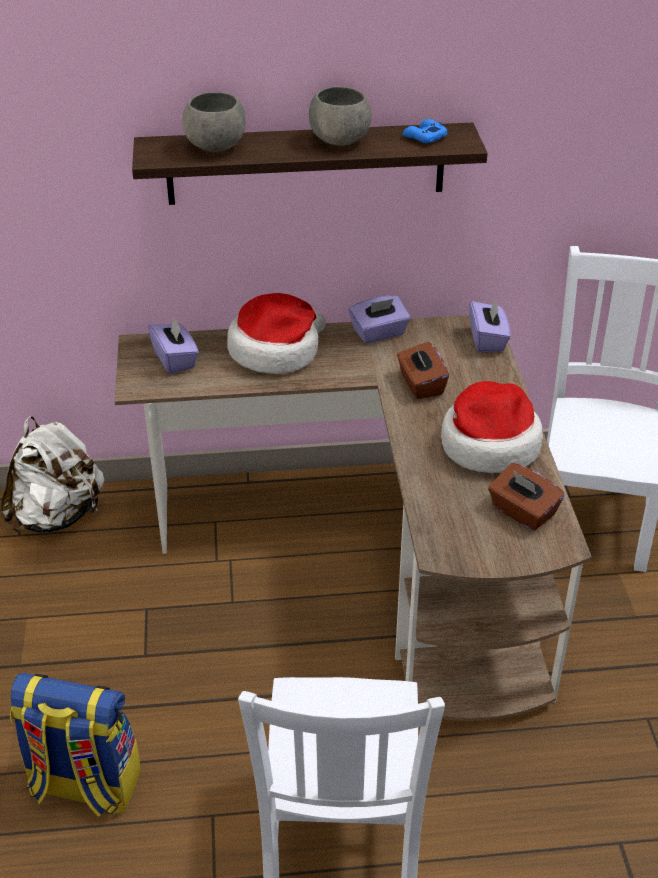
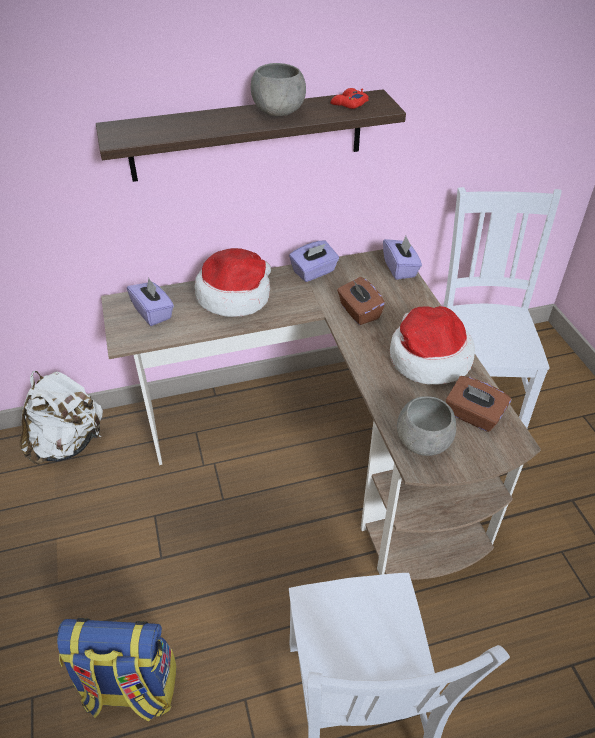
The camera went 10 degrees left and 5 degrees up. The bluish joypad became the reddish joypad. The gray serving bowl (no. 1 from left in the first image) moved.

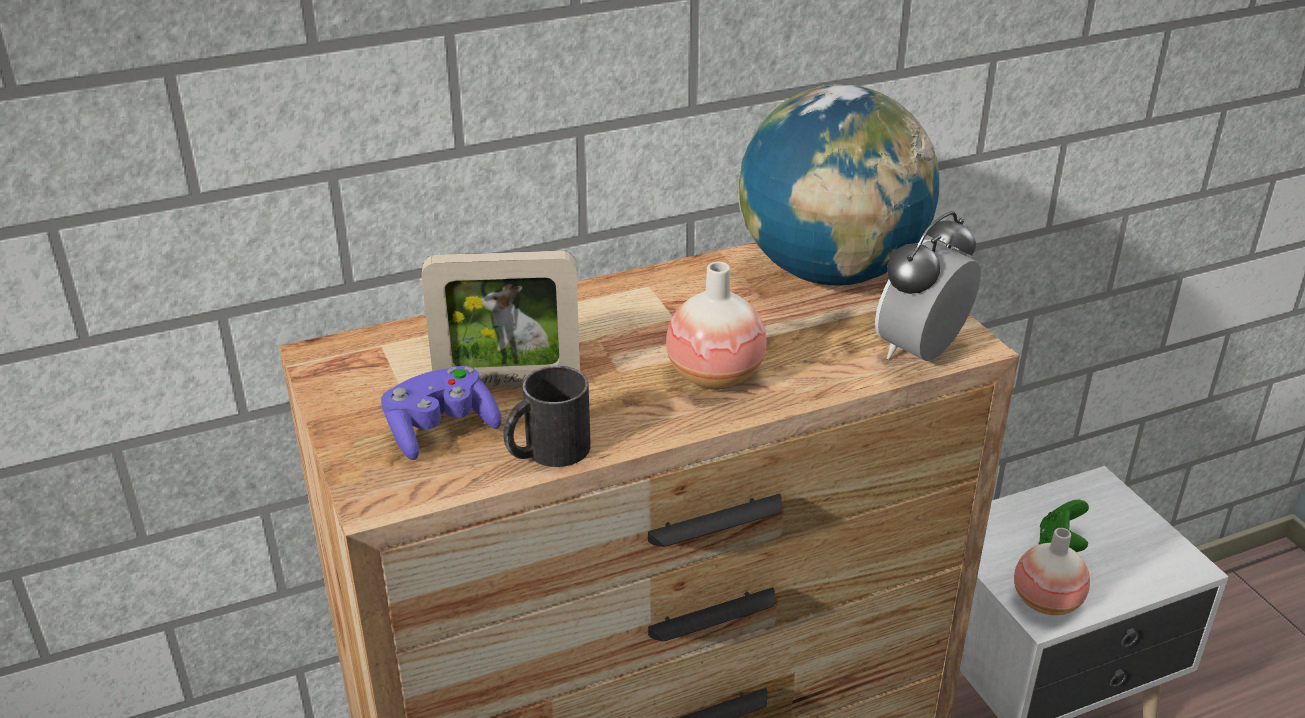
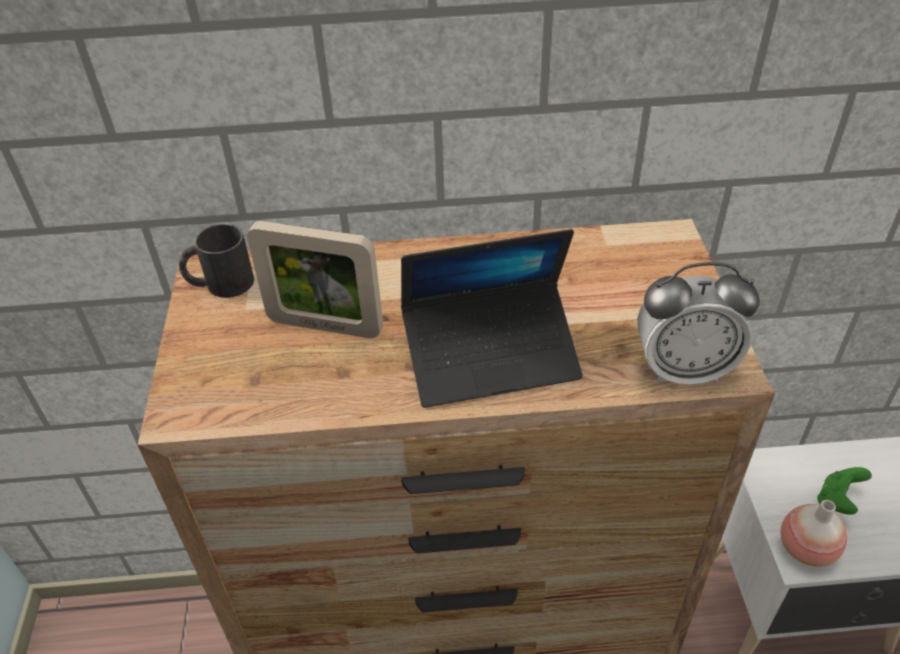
The camera went 20 degrees right and 10 degrees up. The black tea mug moved. The vase (no. 1 from left) was replaced by the laptop. The bedside clock turned 150 degrees counterclockwise. The purple joypad disappeared. The desk globe disappeared.

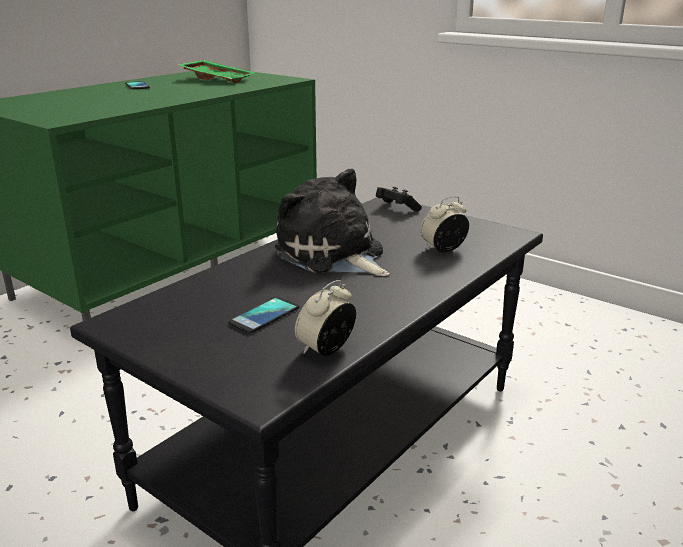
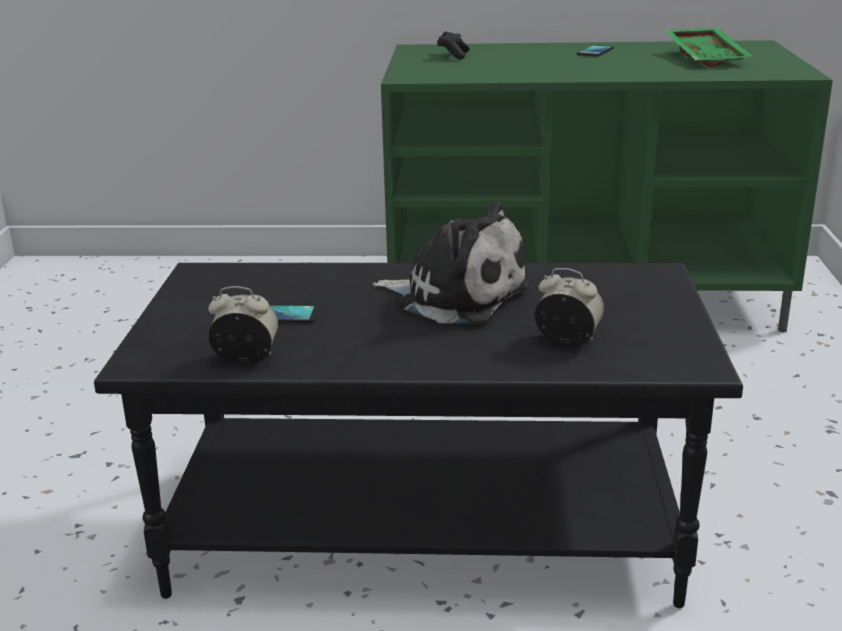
The camera went 55 degrees right and 0 degrees up. The soft toy turned 105 degrees clockwise. The black joypad moved.

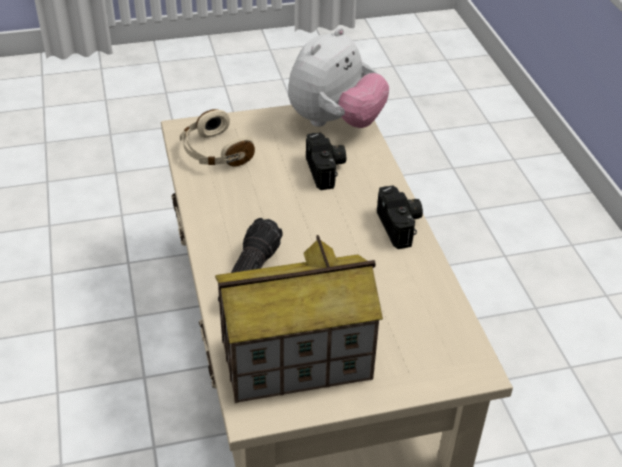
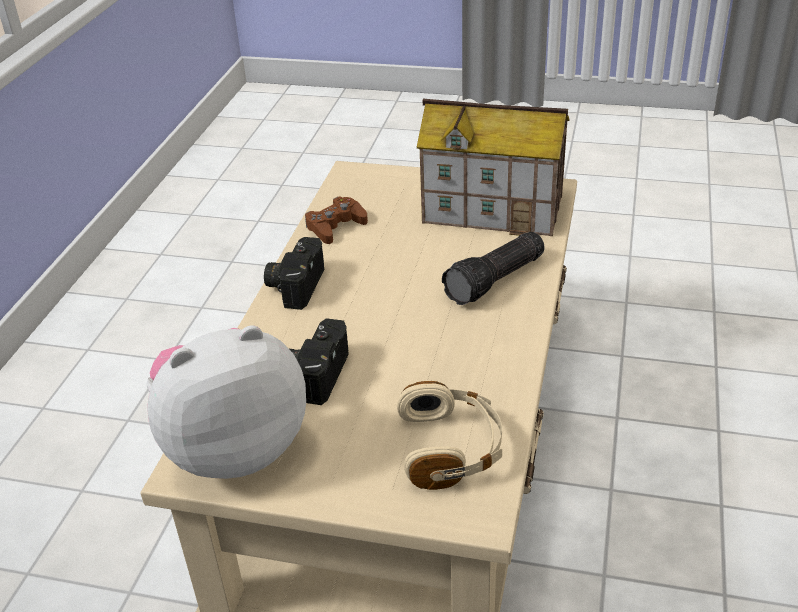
The camera went 150 degrees left and 5 degrees down. The brownish joypad appeared.

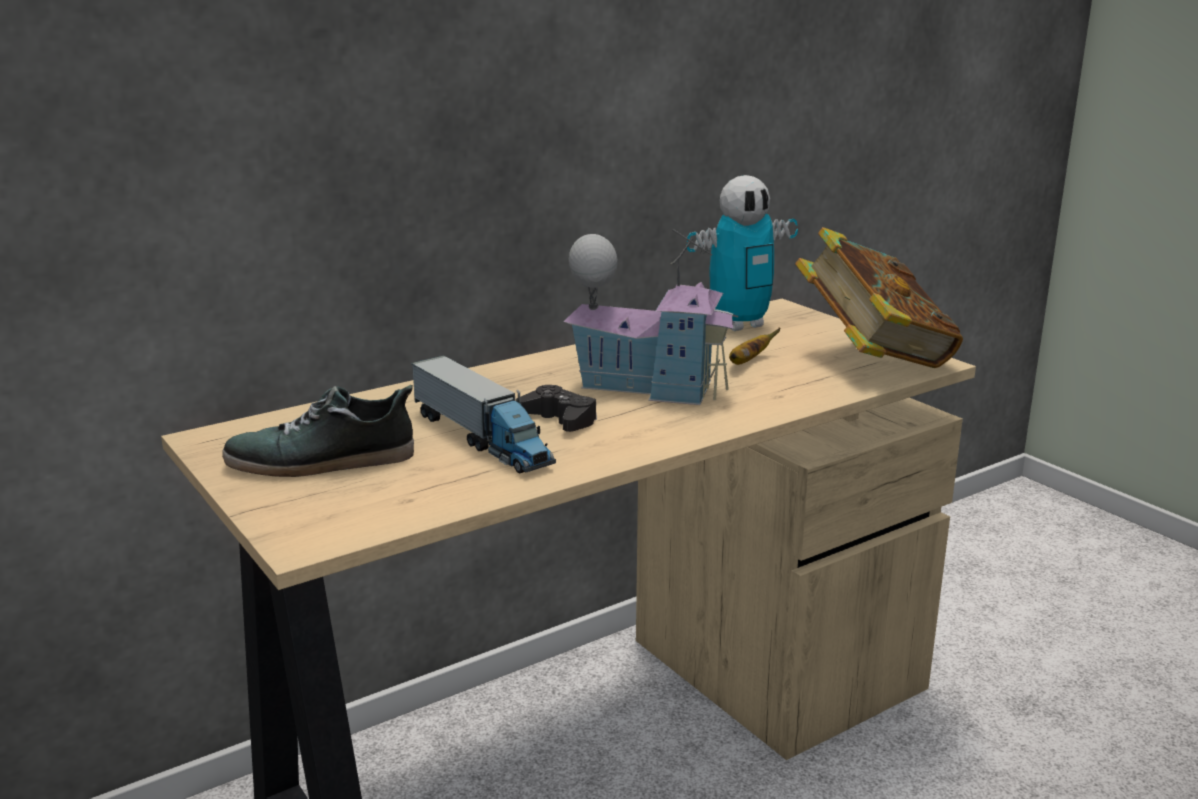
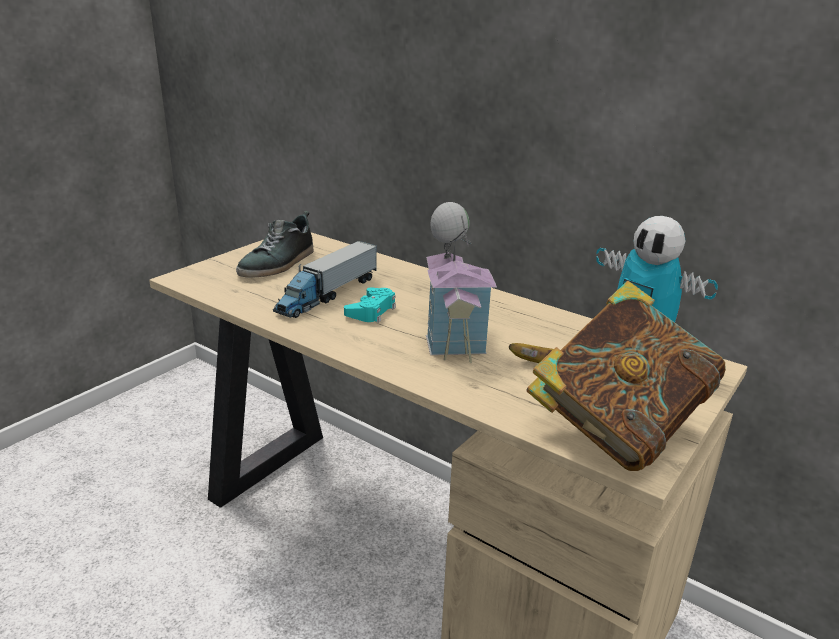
The camera went 70 degrees right and 5 degrees up. The item of footwear turned 120 degrees counterclockwise. The black joypad became the blue-green joypad.

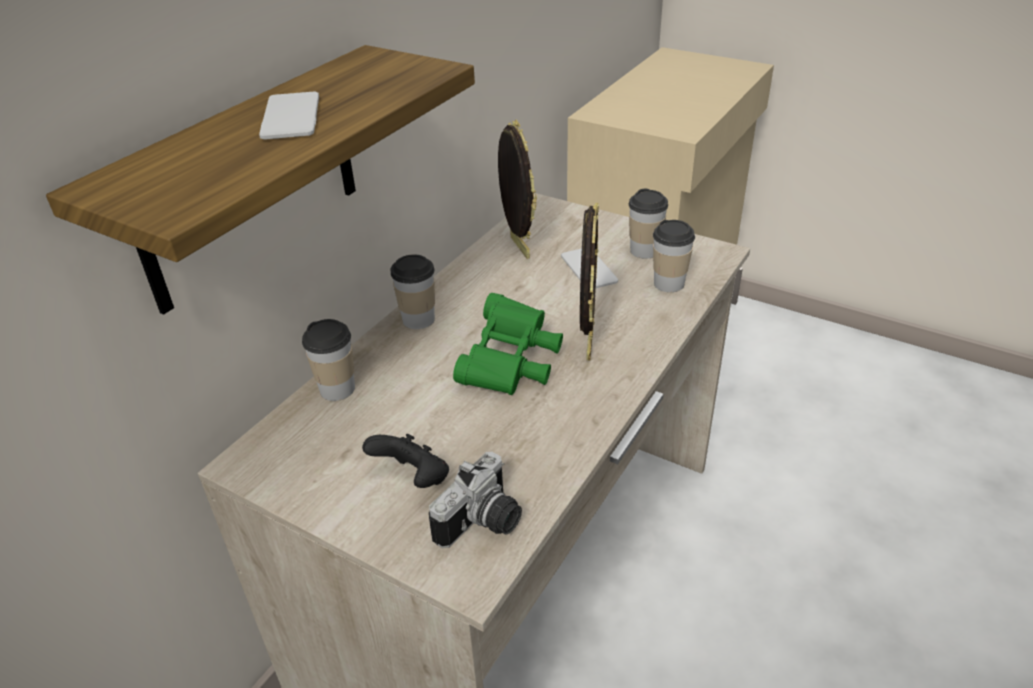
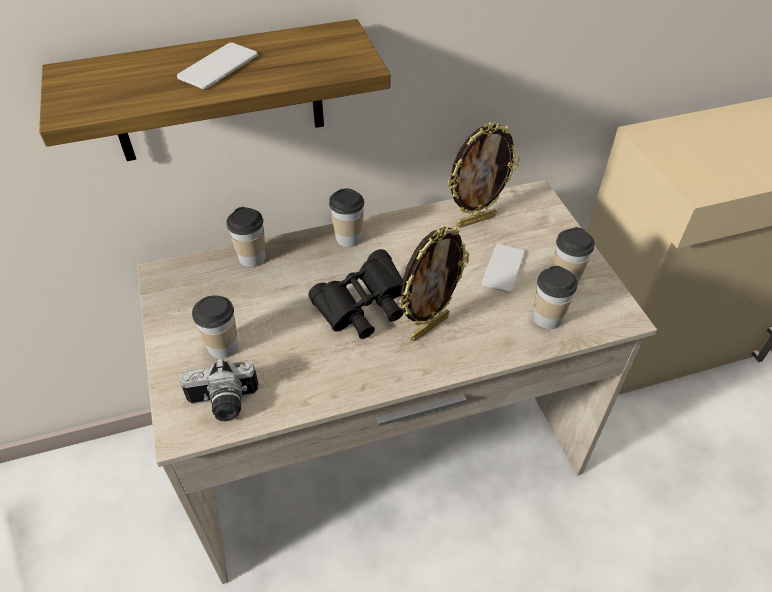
The camera went 40 degrees right and 10 degrees up. The black joypad was replaced by the small cup (no. 1 from left). The greenish pair of binoculars became the black pair of binoculars. The photo frame (no. 1 from left in the first image) turned 45 degrees clockwise.

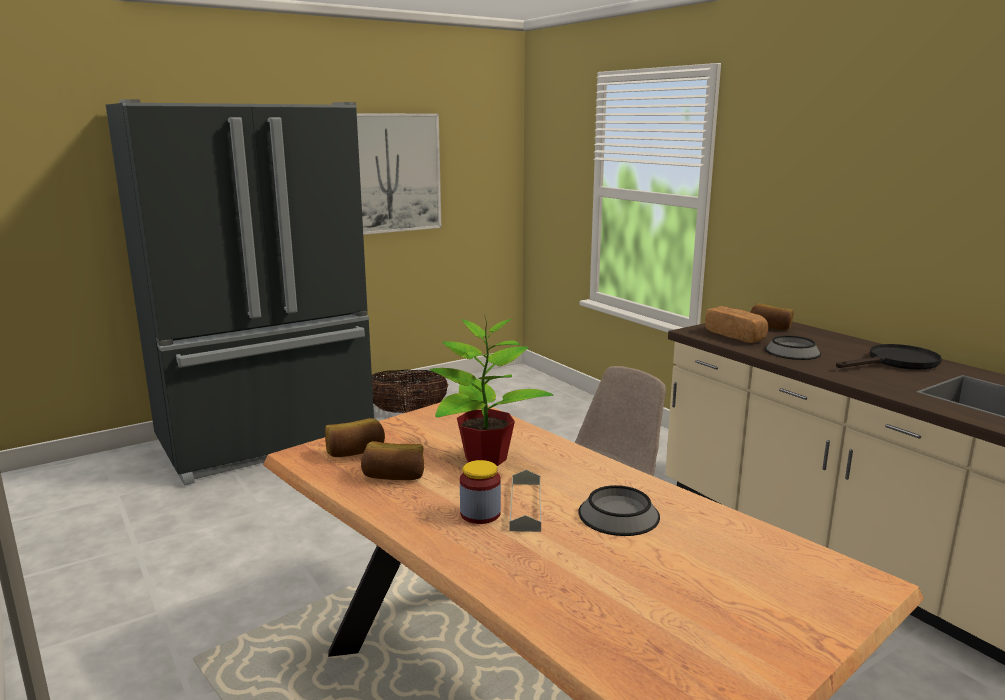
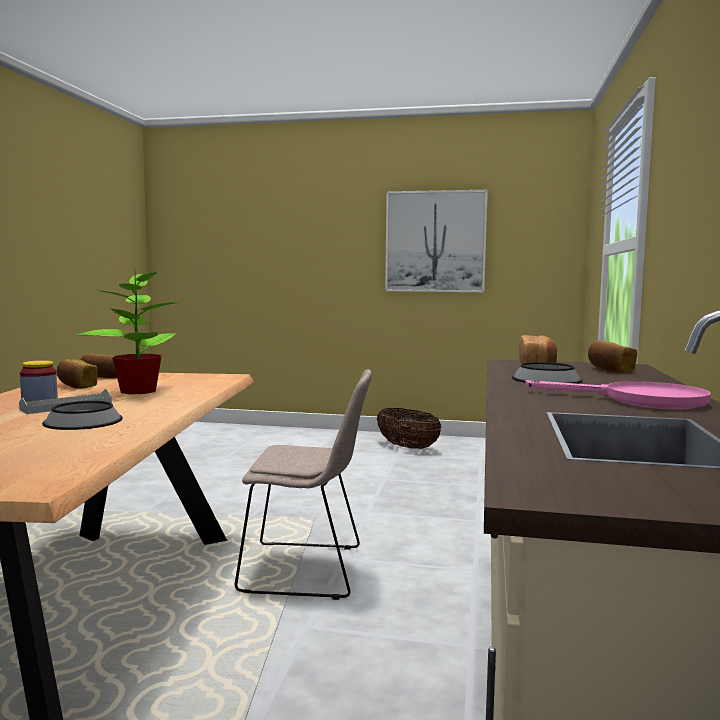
The camera went 45 degrees right and 10 degrees down. The black frying pan became the pink frying pan. The black refrigerator disappeared.

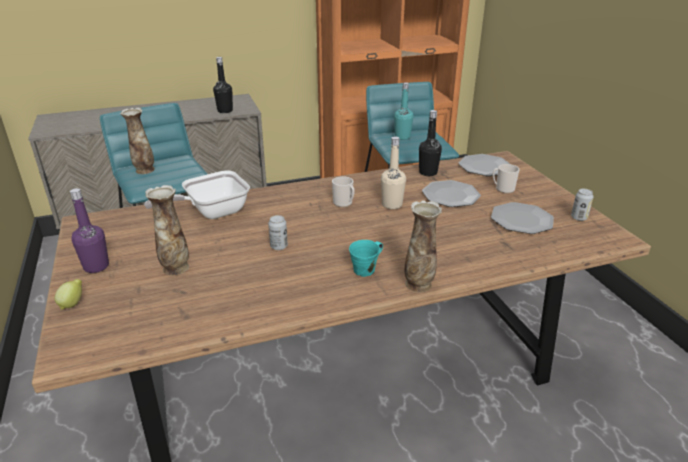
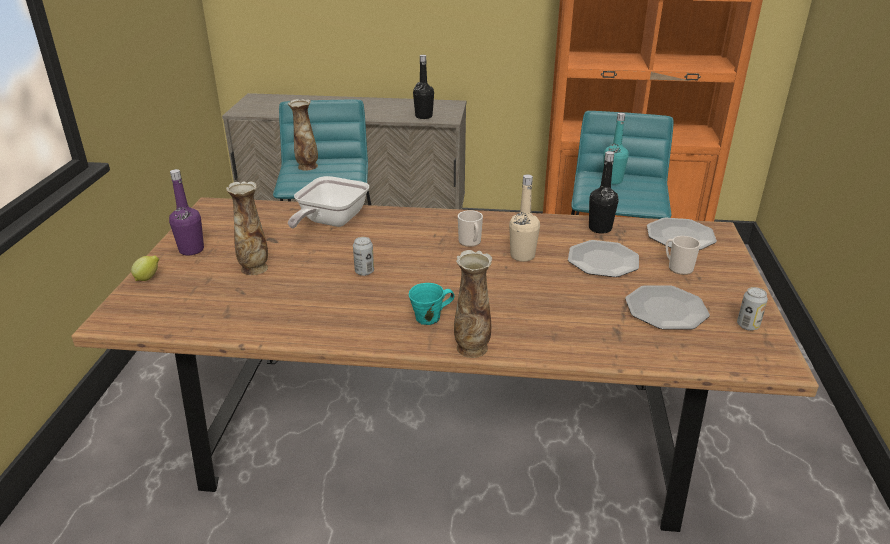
The camera went 25 degrees right and 0 degrees up. The frying pan turned 60 degrees counterclockwise.

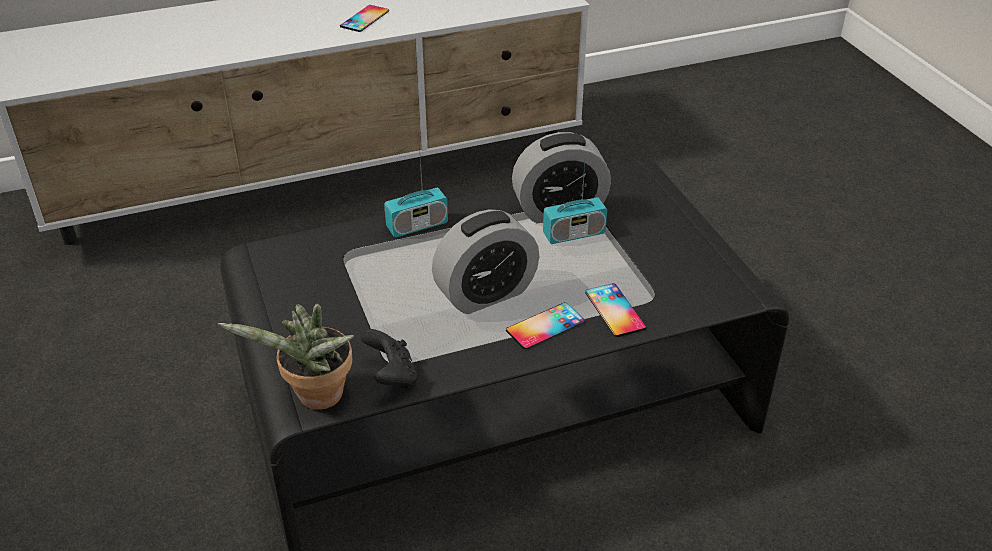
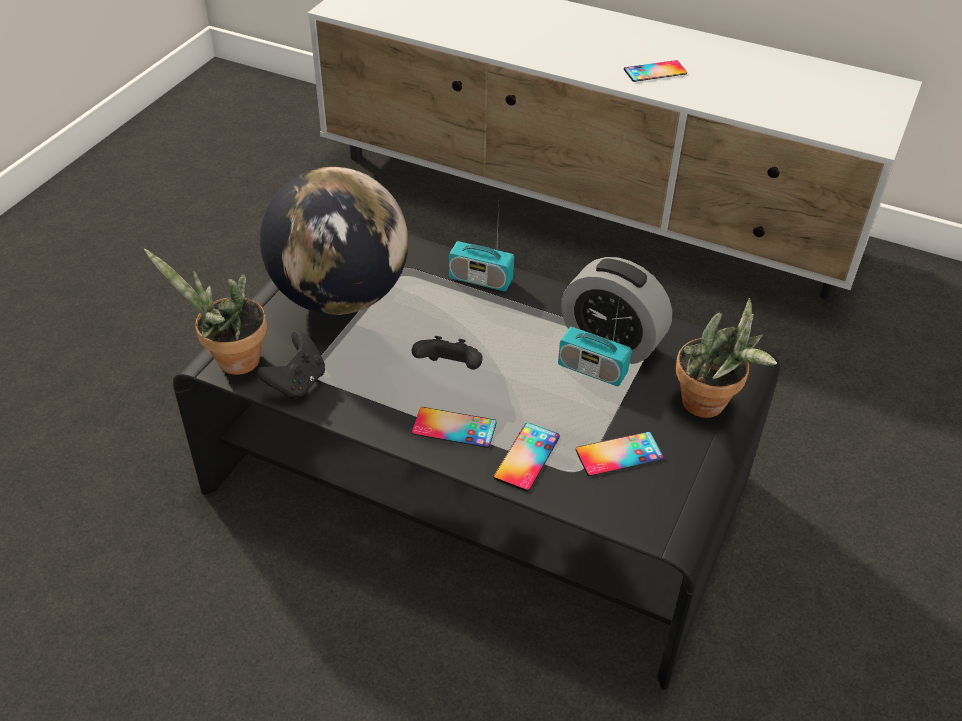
The camera went 45 degrees right and 5 degrees up. The desk globe appeared. The bedside clock (no. 1 from left) was replaced by the black joypad (no. 2 from left). The phone (no. 3 from left) appeared. The potted plant (no. 2 from left) appeared.

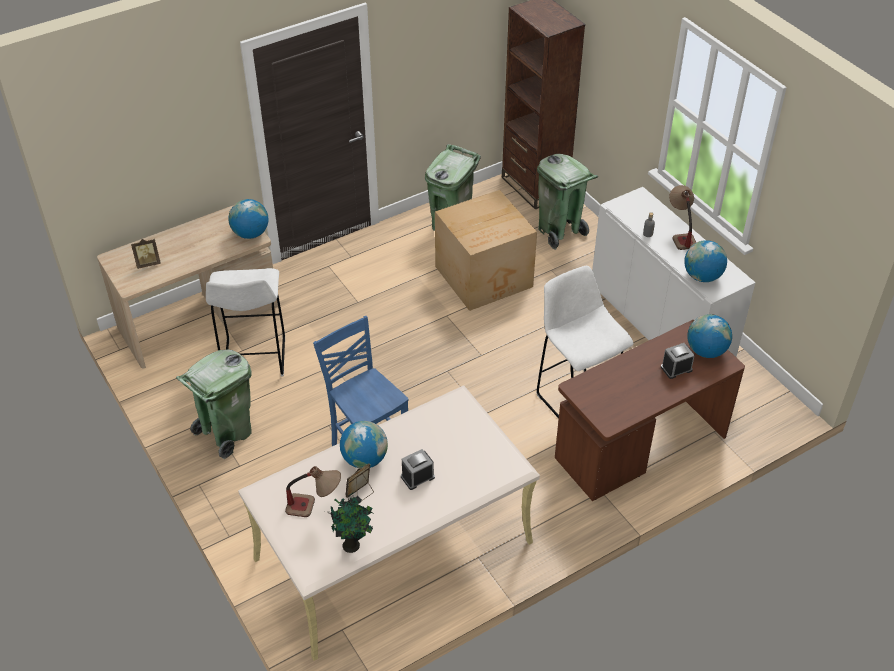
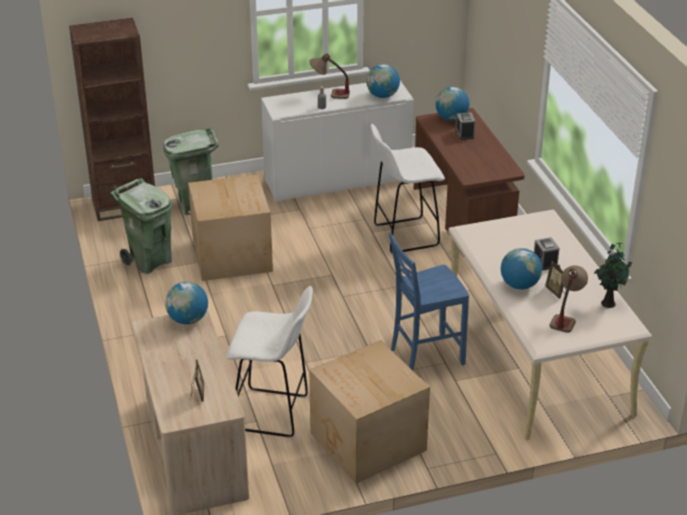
The camera went 75 degrees left and 10 degrees down. The greenish trash can (no. 1 from left) was replaced by the packing box (no. 2 from left).

